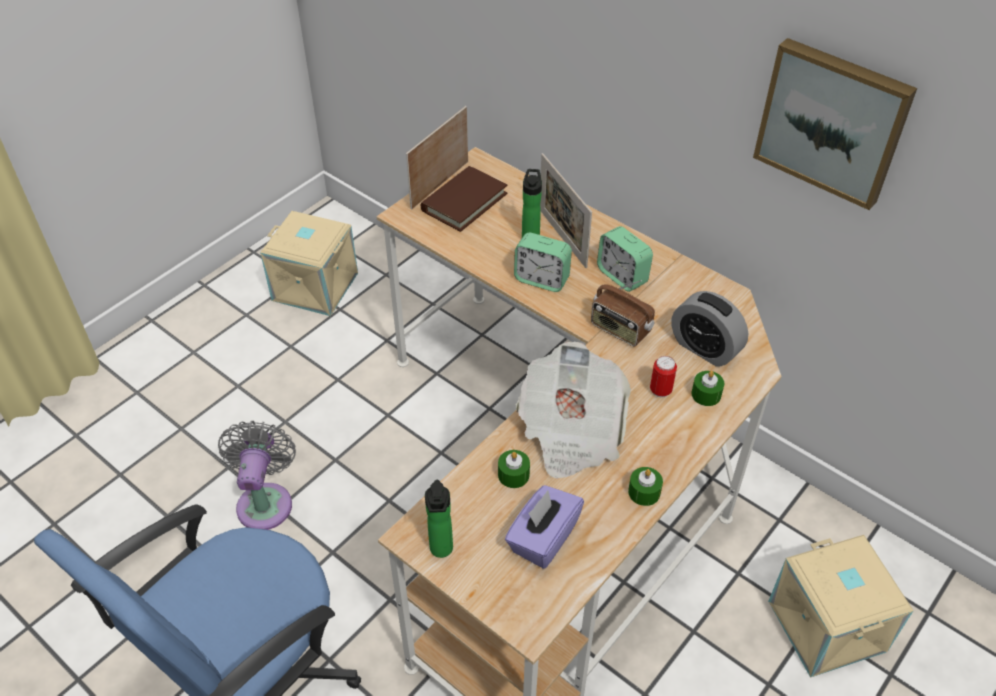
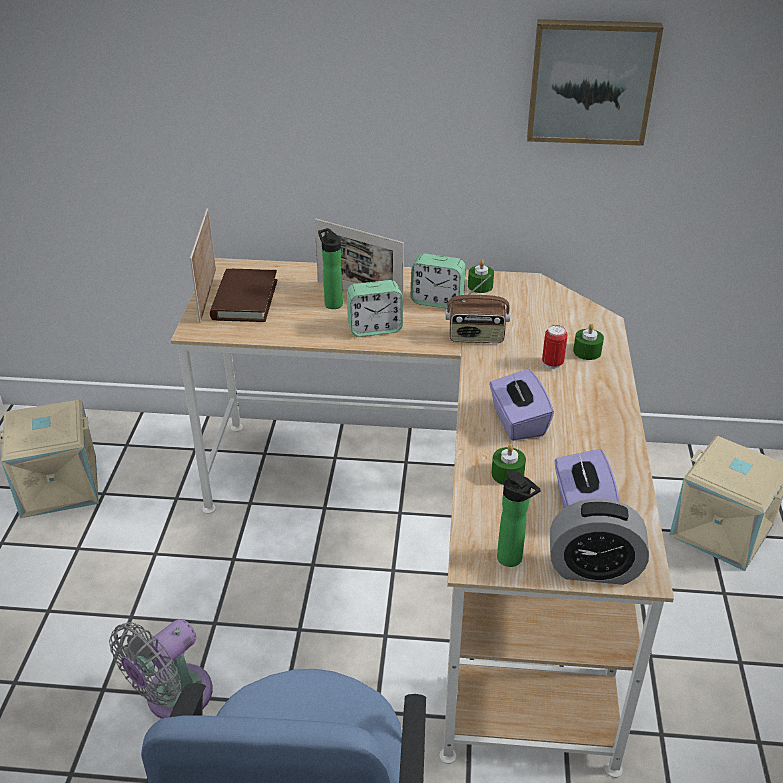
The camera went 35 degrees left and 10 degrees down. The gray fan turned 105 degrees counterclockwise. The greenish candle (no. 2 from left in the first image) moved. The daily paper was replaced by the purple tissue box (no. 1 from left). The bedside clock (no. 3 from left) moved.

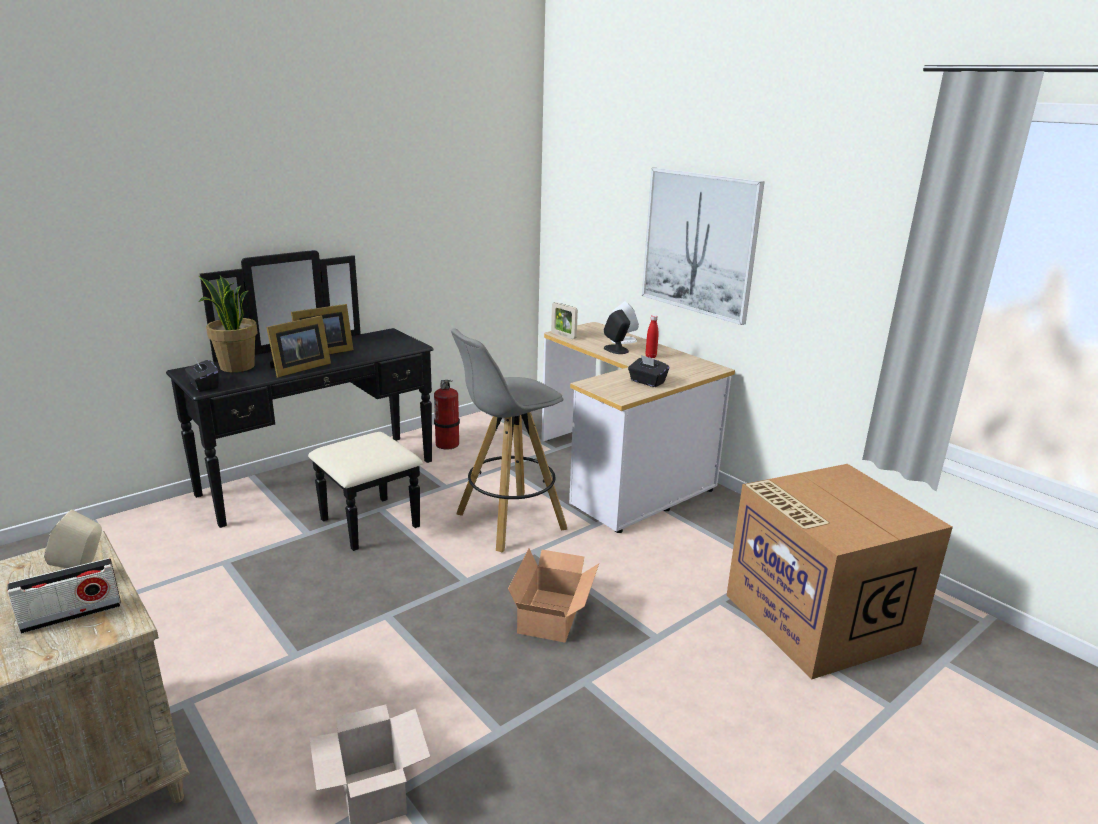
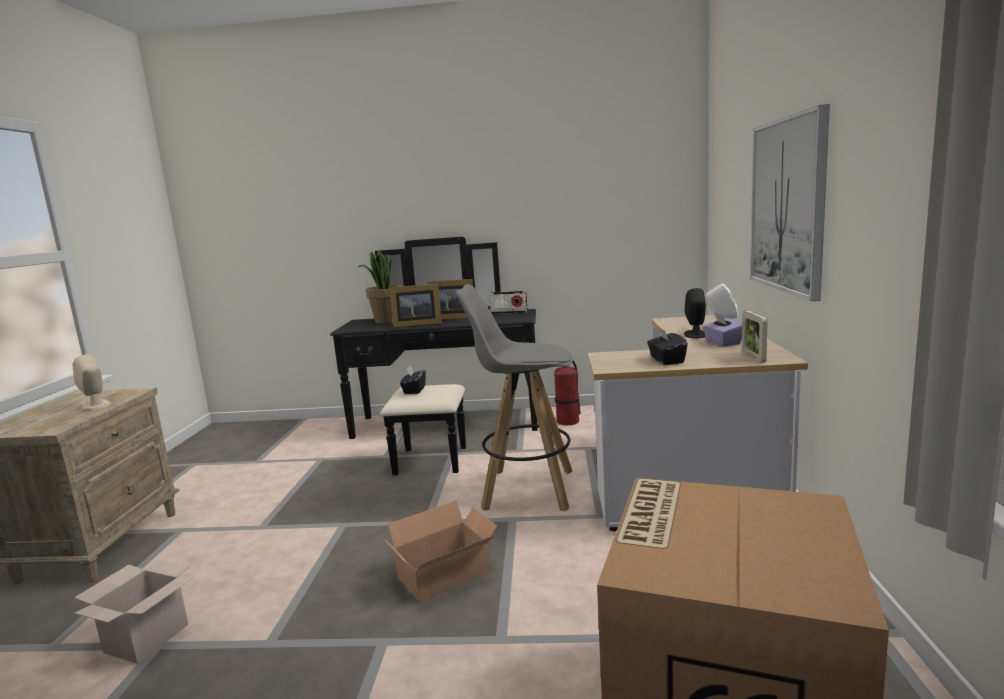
The camera went 45 degrees right and 10 degrees down. The black tissue box (no. 1 from left) moved. The radio set moved. The reddish bottle was replaced by the purple tissue box. The photo frame (no. 3 from left) moved.

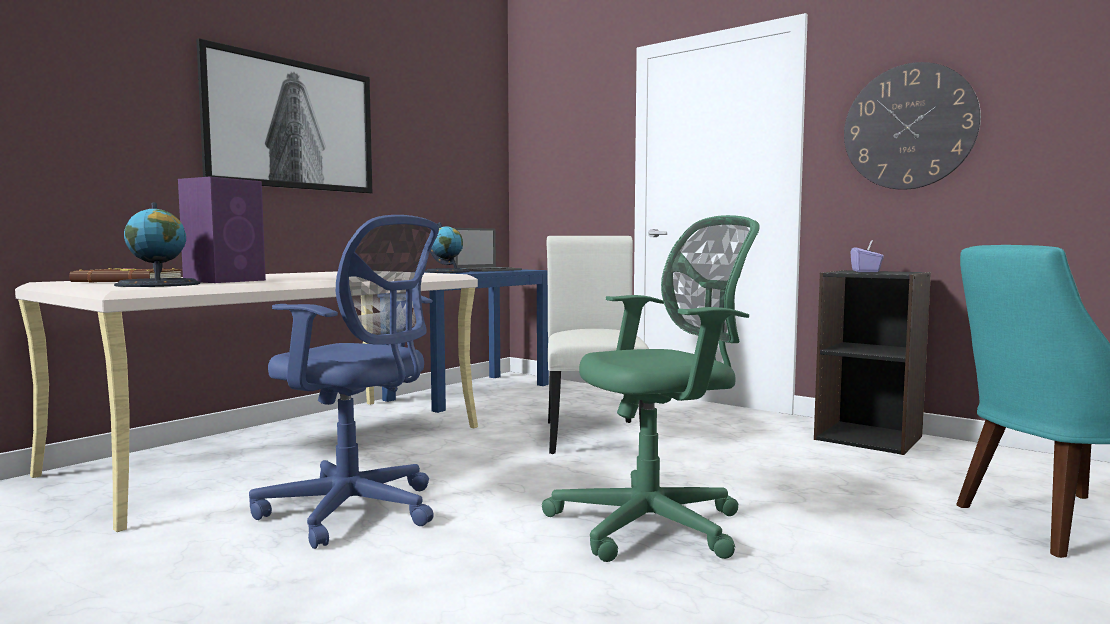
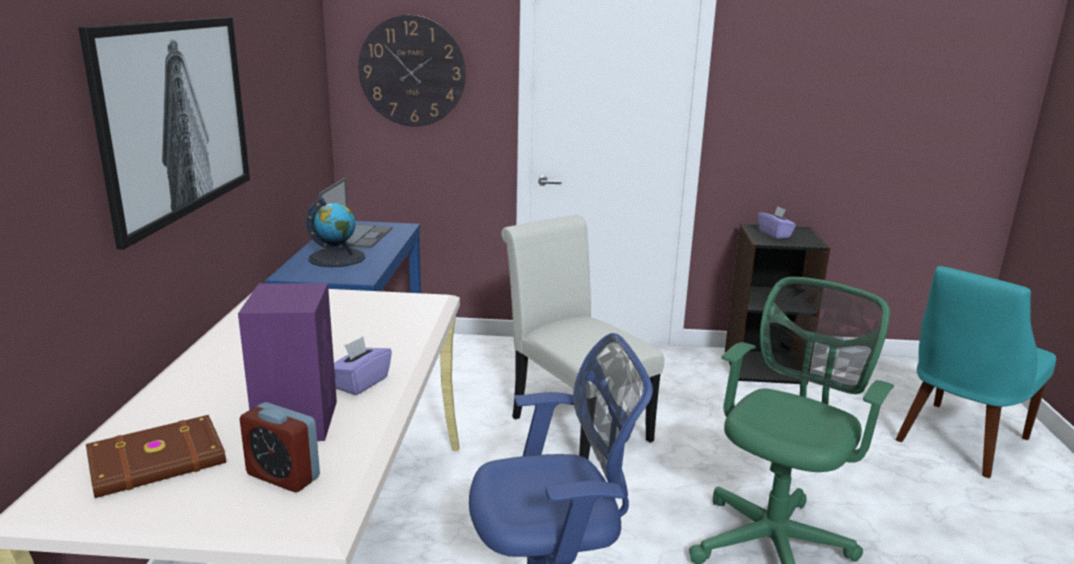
The camera went 35 degrees left and 15 degrees up. The desk globe (no. 1 from left) was replaced by the bedside clock. The purple tissue box (no. 1 from left) appeared. The hanging clock moved.

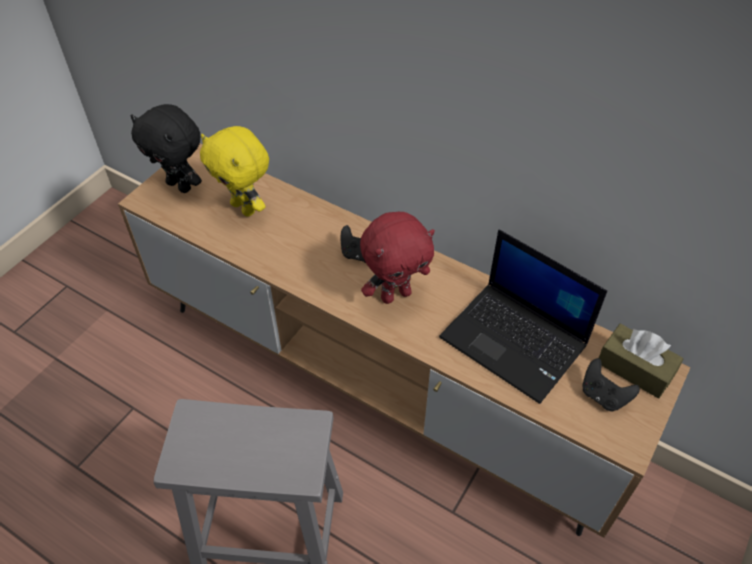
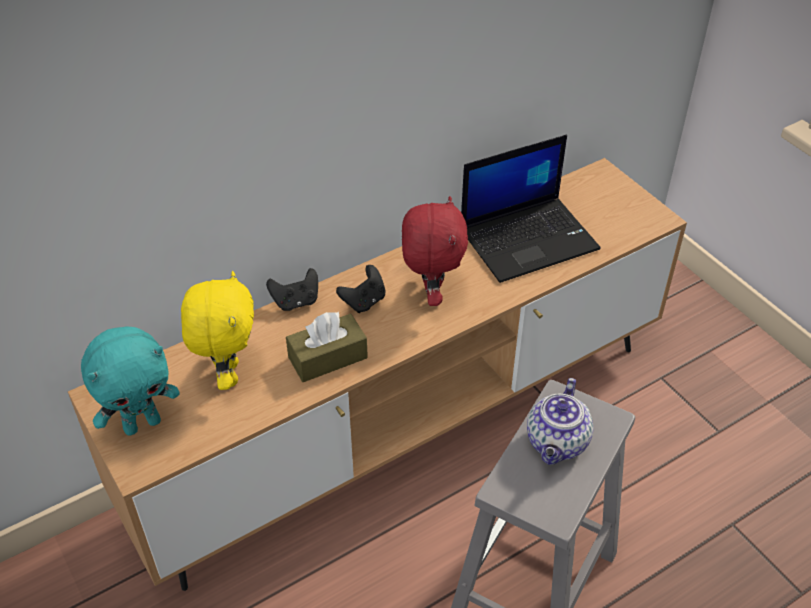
The camera went 65 degrees left and 5 degrees down. The black soft toy became the blue-green soft toy. The yellowish soft toy turned 75 degrees counterclockwise. The black joypad (no. 2 from left in the first image) moved. The brownish tissue box moved. The tea pot appeared.

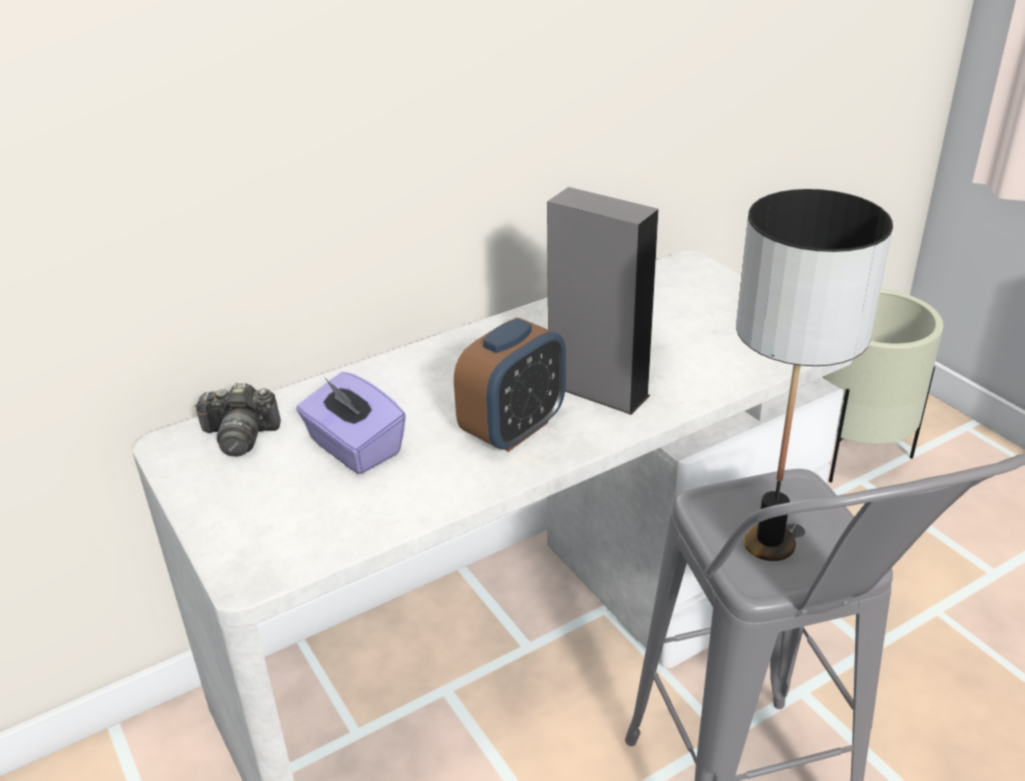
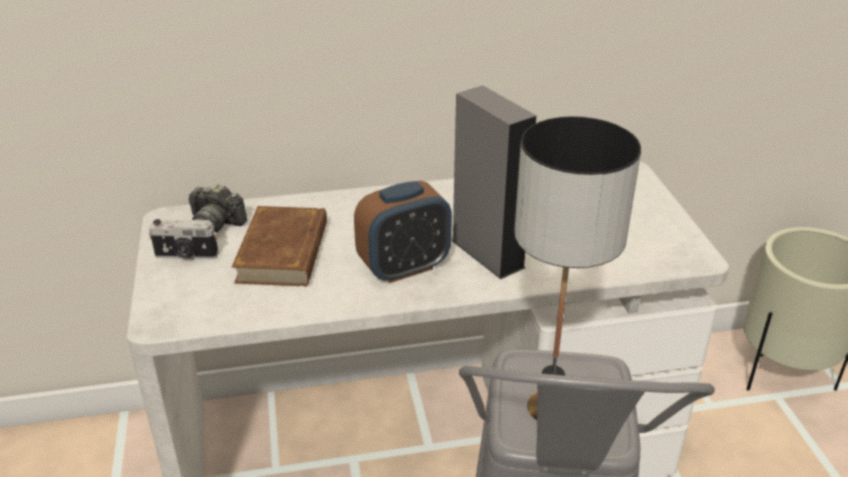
The camera went 20 degrees right and 0 degrees up. The photo camera (no. 1 from left) appeared. The purple tissue box was replaced by the brownish volume.

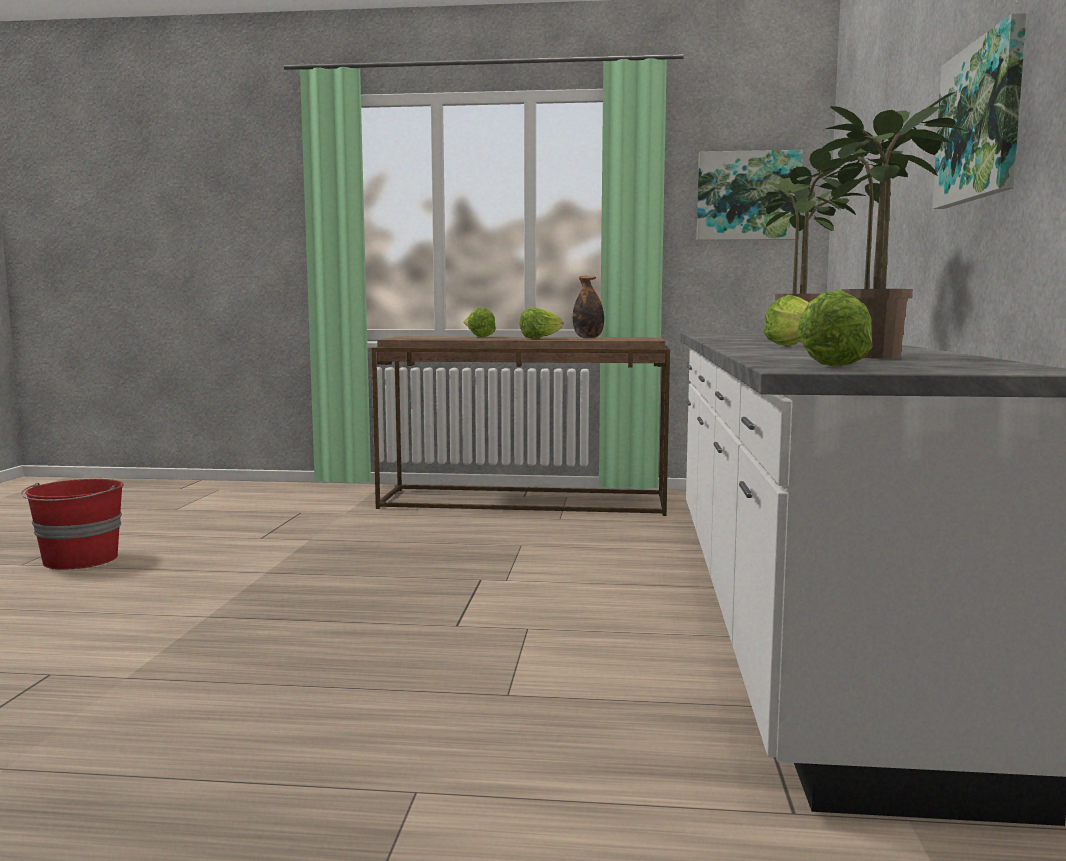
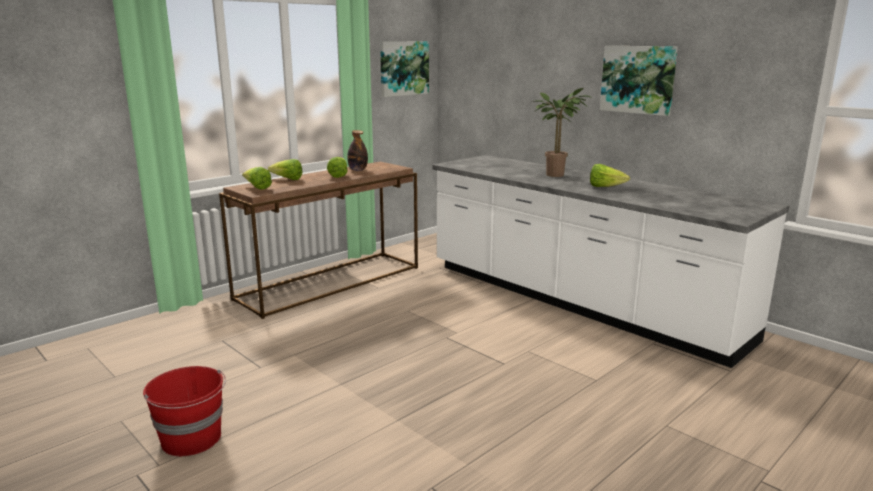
The camera went 50 degrees left and 10 degrees up. The lettuce (no. 4 from left in the first image) moved. The potted plant (no. 2 from left) disappeared.

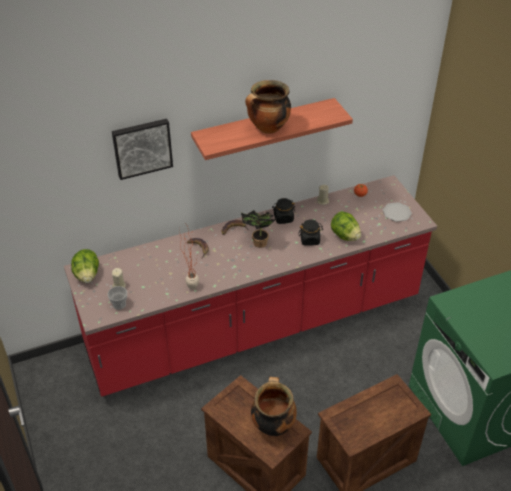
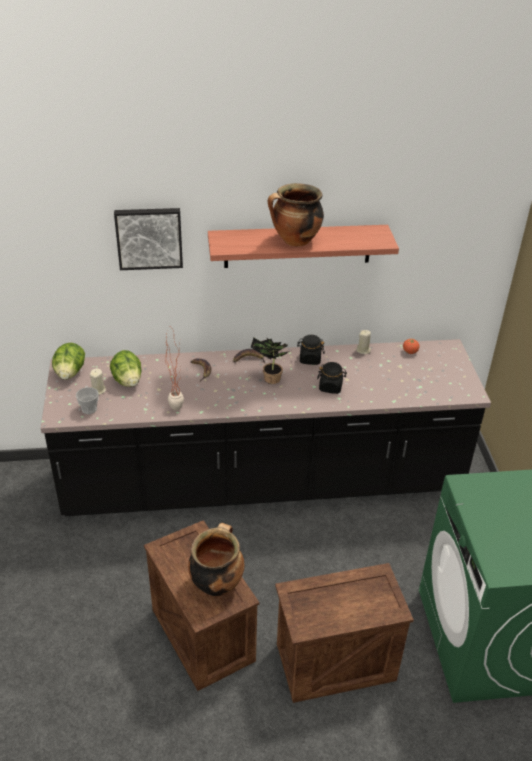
The camera went 15 degrees right and 5 degrees down. The reddish counter became the black counter. The lettuce (no. 2 from left) moved. The flat dish disappeared.

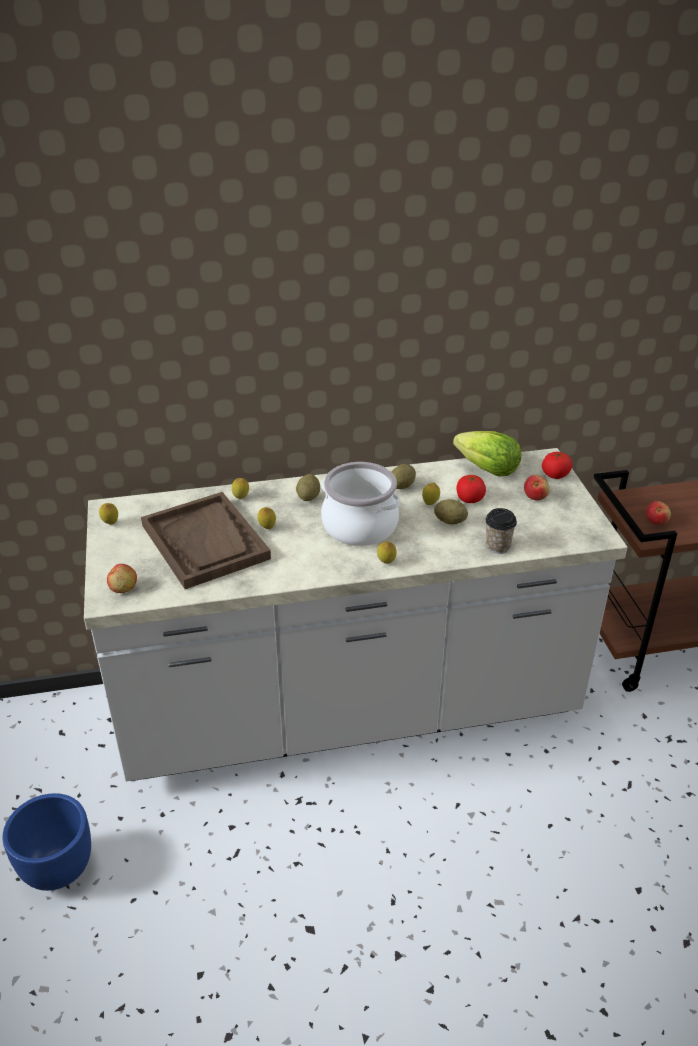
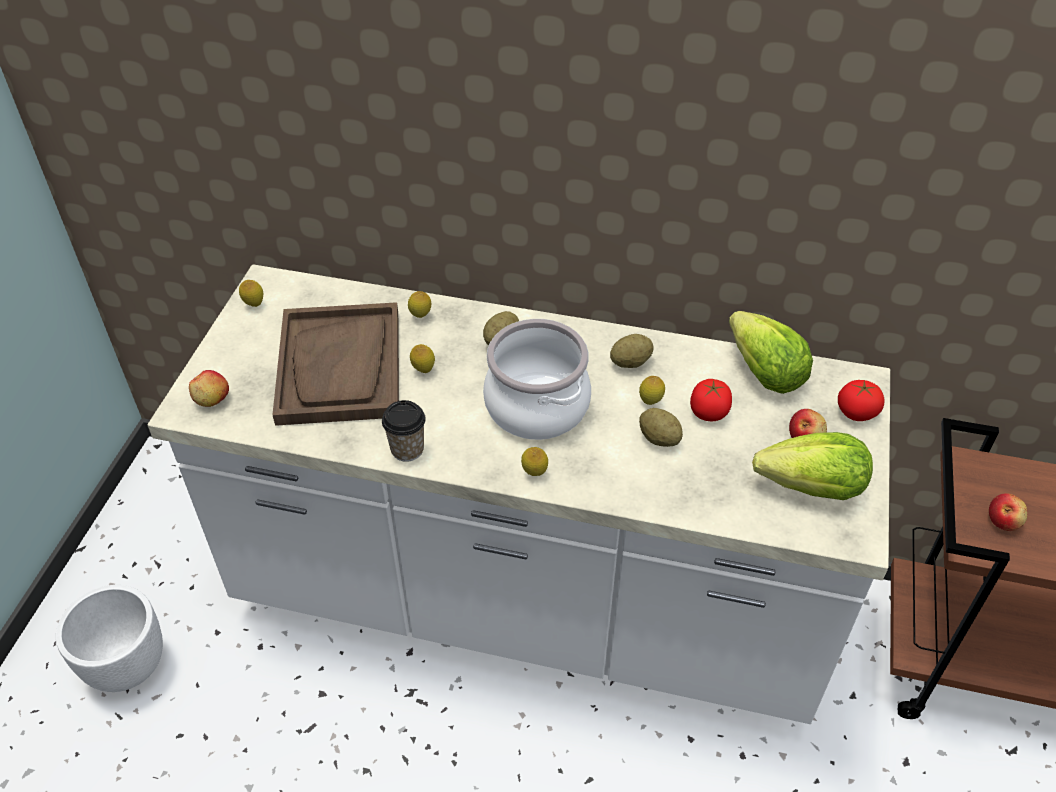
The camera went 25 degrees right and 10 degrees up. The bluish flower pot became the white-coloured flower pot. The small cup moved. The lettuce (no. 2 from left) appeared.

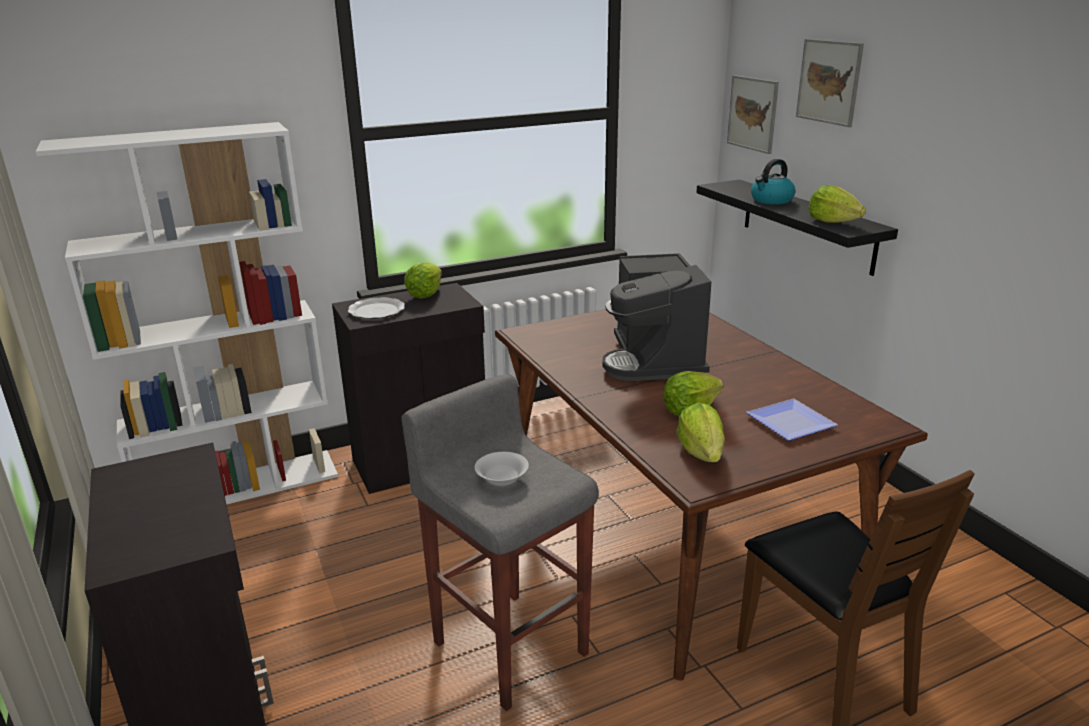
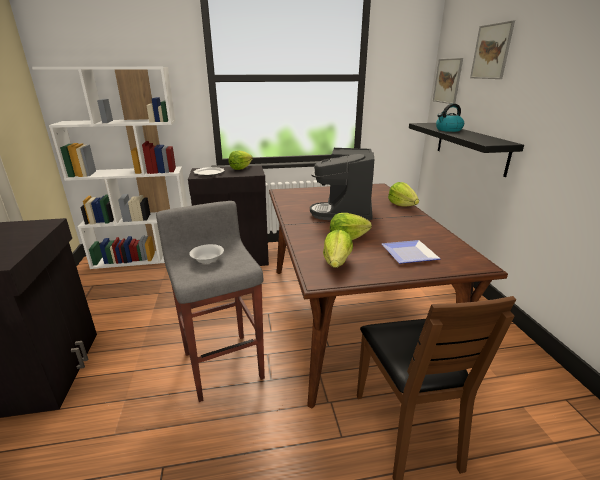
The camera went 15 degrees right and 0 degrees up. The lettuce (no. 4 from left) moved.

